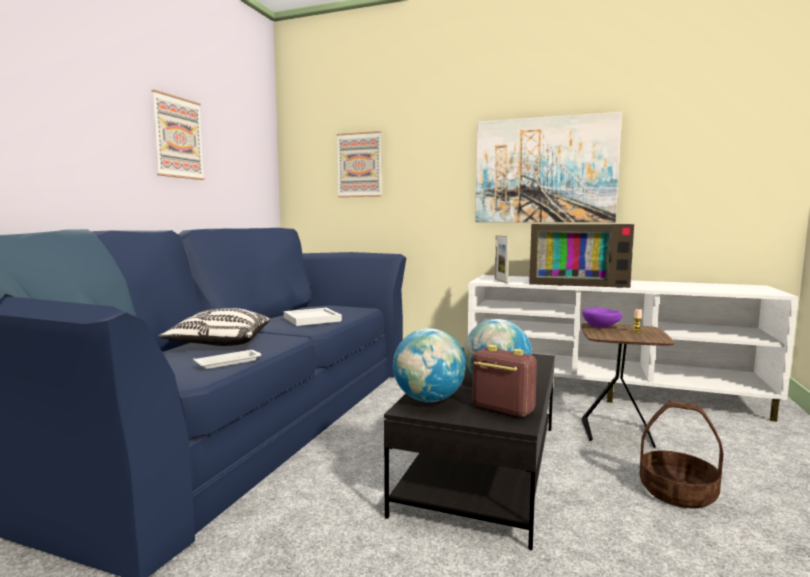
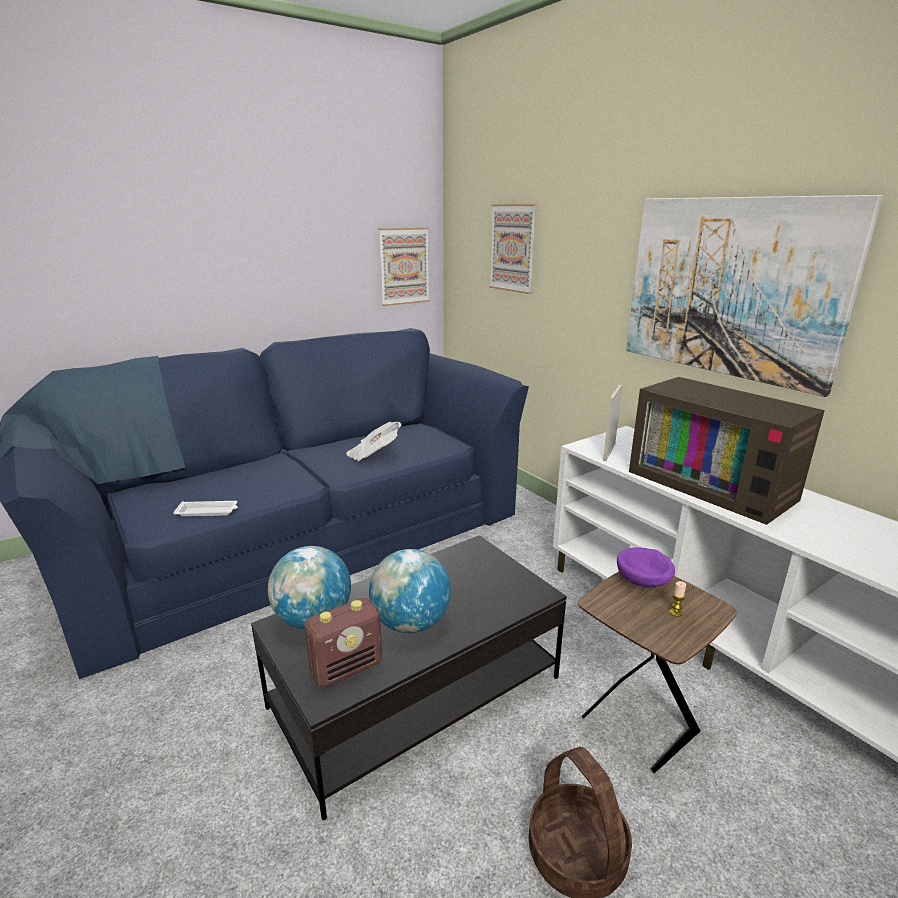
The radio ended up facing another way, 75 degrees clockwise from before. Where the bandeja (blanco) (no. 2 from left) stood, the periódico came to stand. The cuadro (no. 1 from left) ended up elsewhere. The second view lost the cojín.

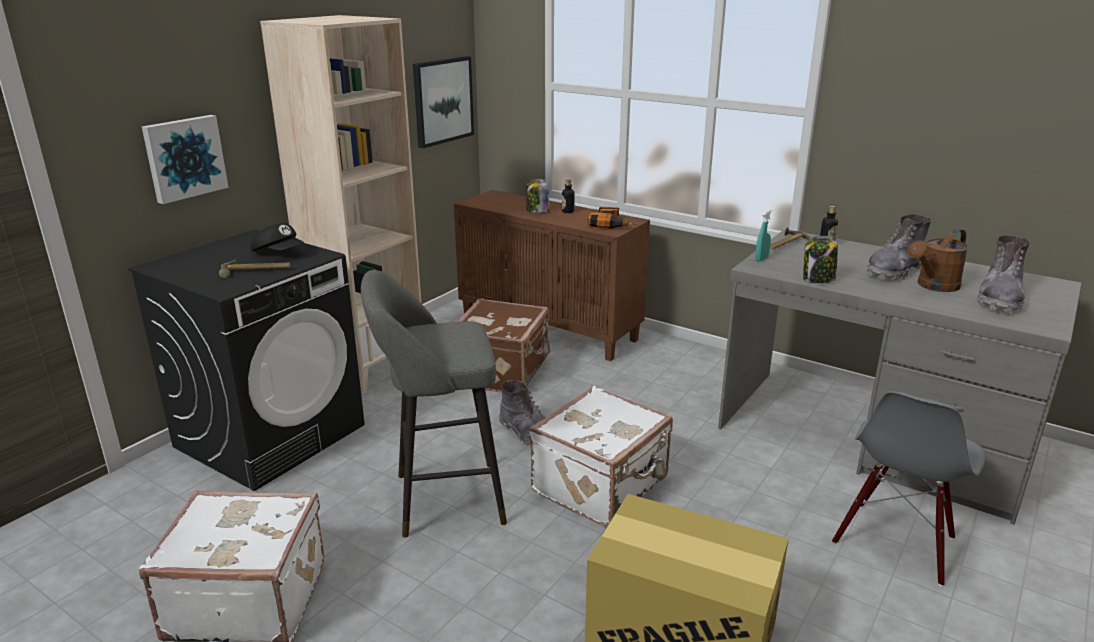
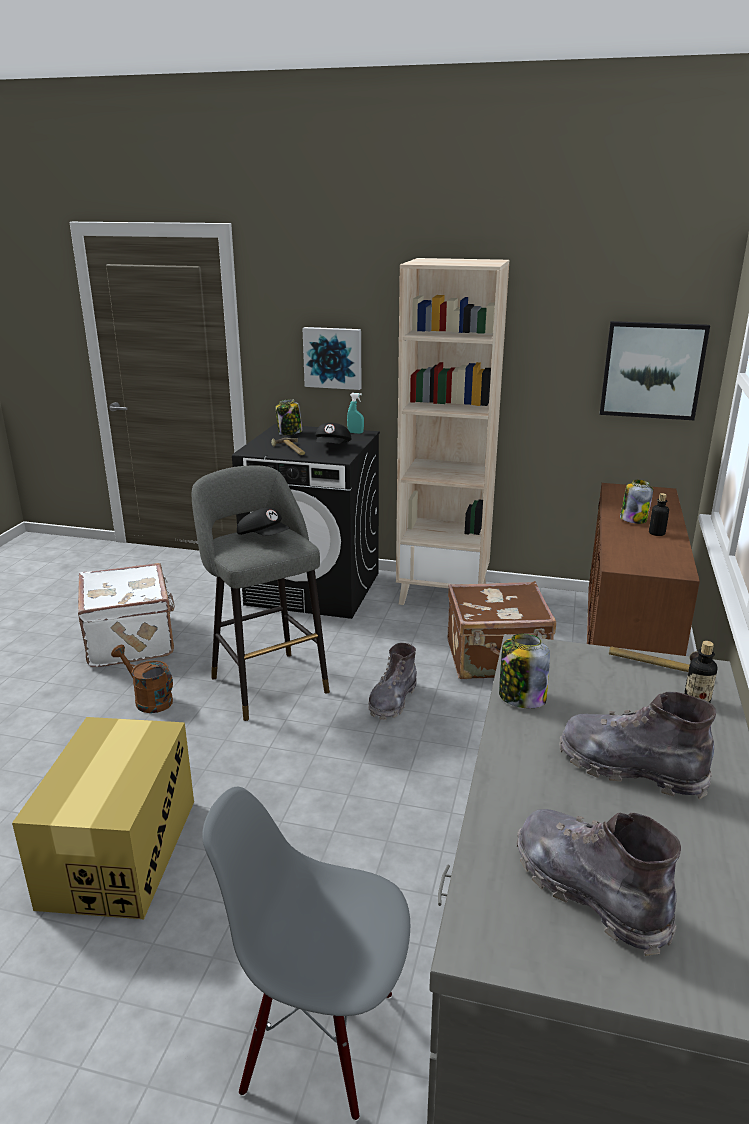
The regadera (marrón) ended up elsewhere. The second view gained the gorra (negro) (no. 1 from left). The second view gained the tarro (no. 1 from left). The pulverizador (turquesa) ended up elsewhere. The bota (gris) (no. 3 from left in the first image) ended up facing another way, 45 degrees clockwise from before. The second view lost the maleta (blanco) (no. 2 from left). The second view lost the taladro.

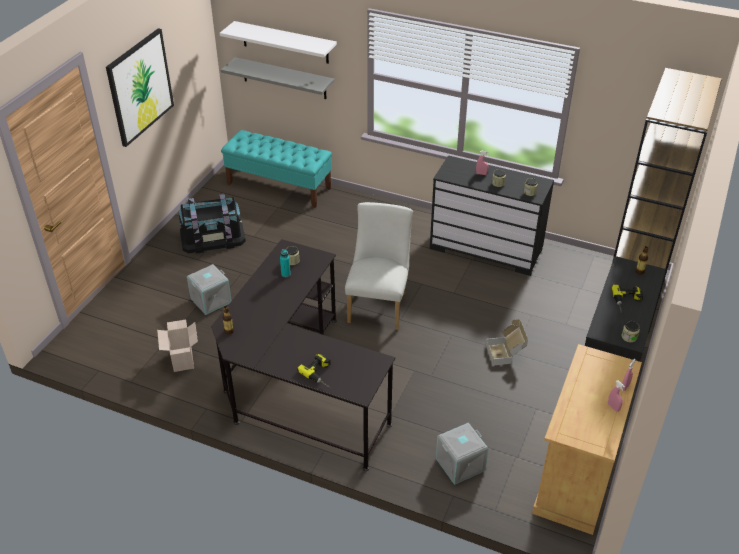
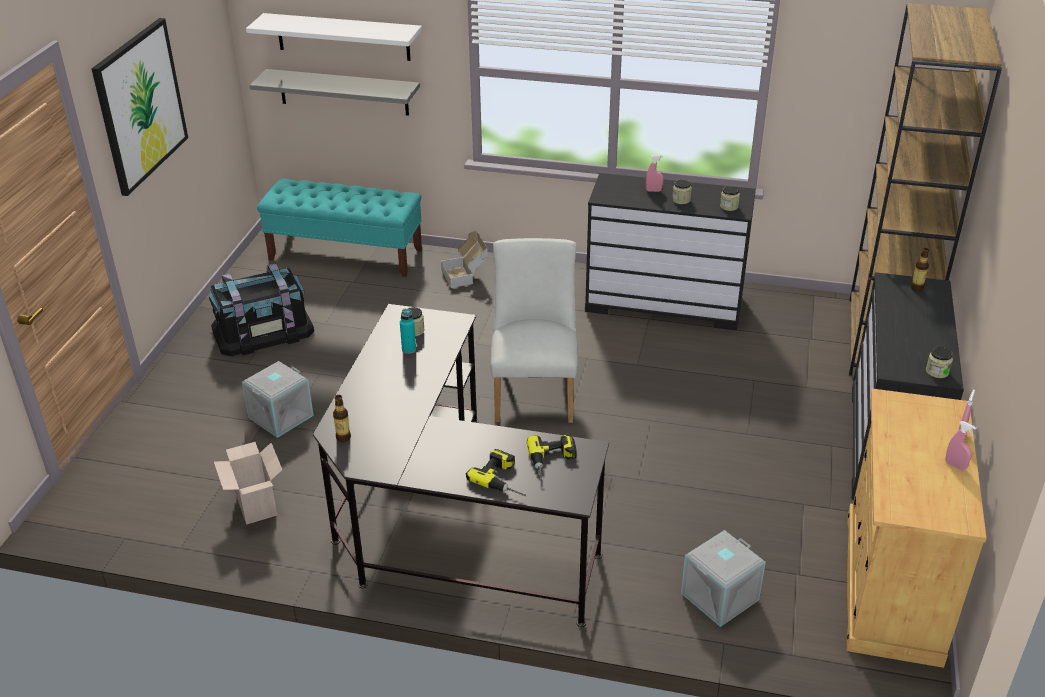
The caja de cartón (no. 2 from left) ended up elsewhere. The taladro (no. 2 from left) ended up elsewhere.

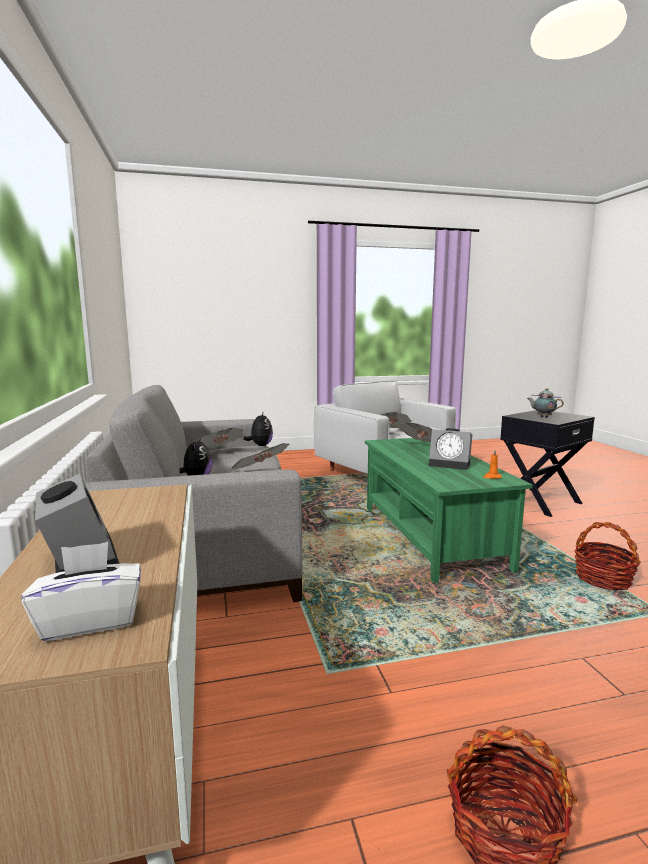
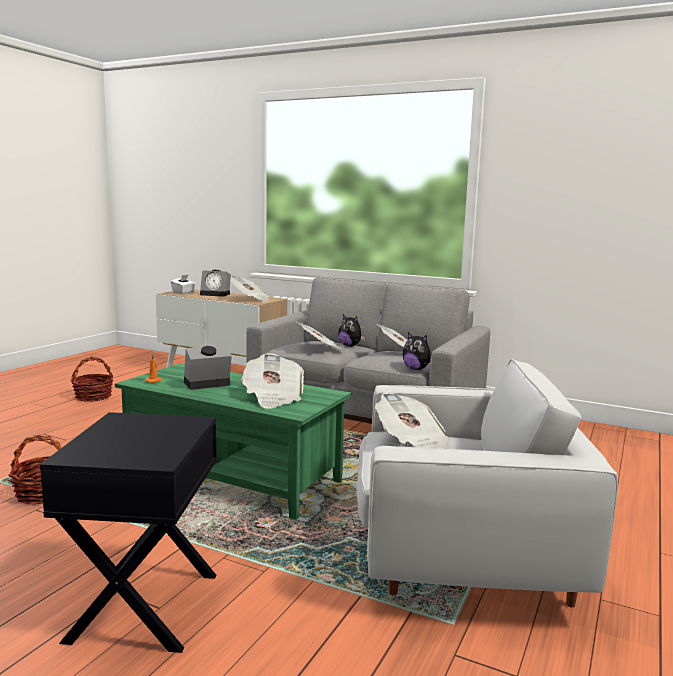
The second view gained the periódico (no. 1 from left). The second view lost the tetera.

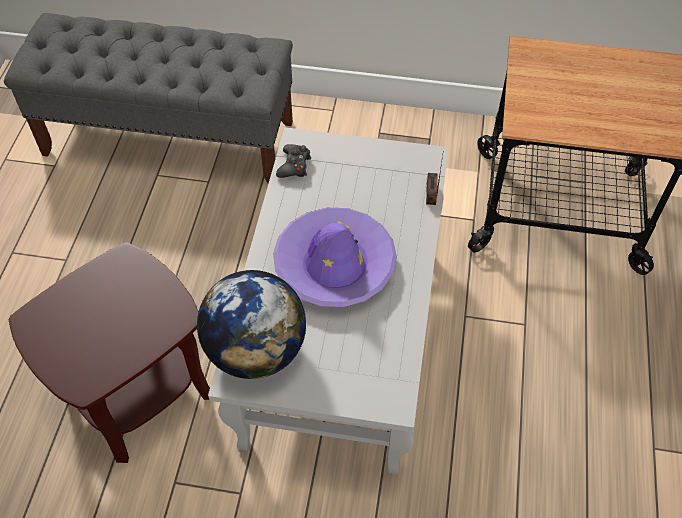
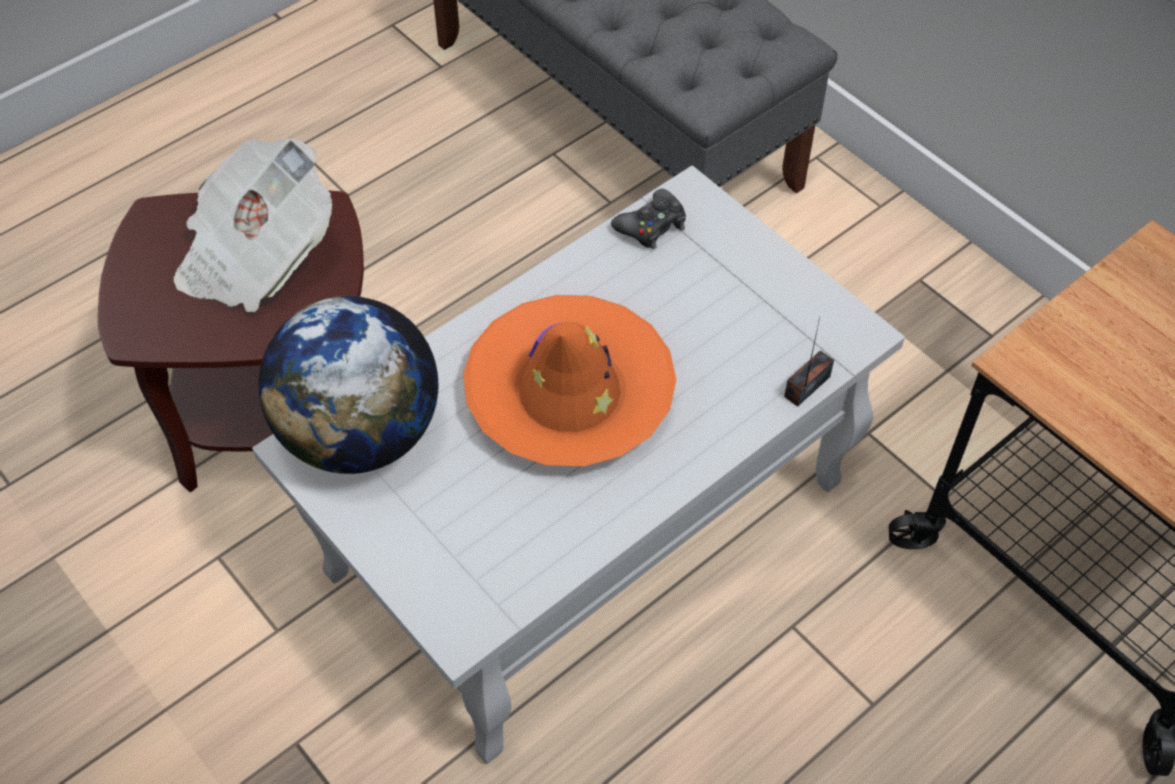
The second view gained the periódico. What was the sombrero (morado) turned into the sombrero (naranja).

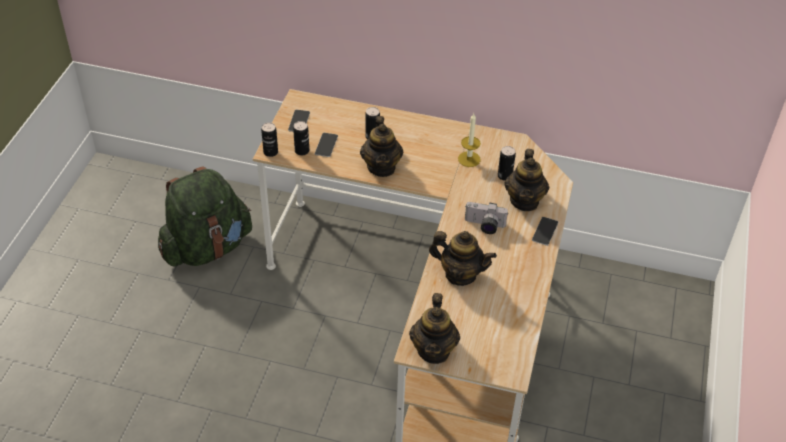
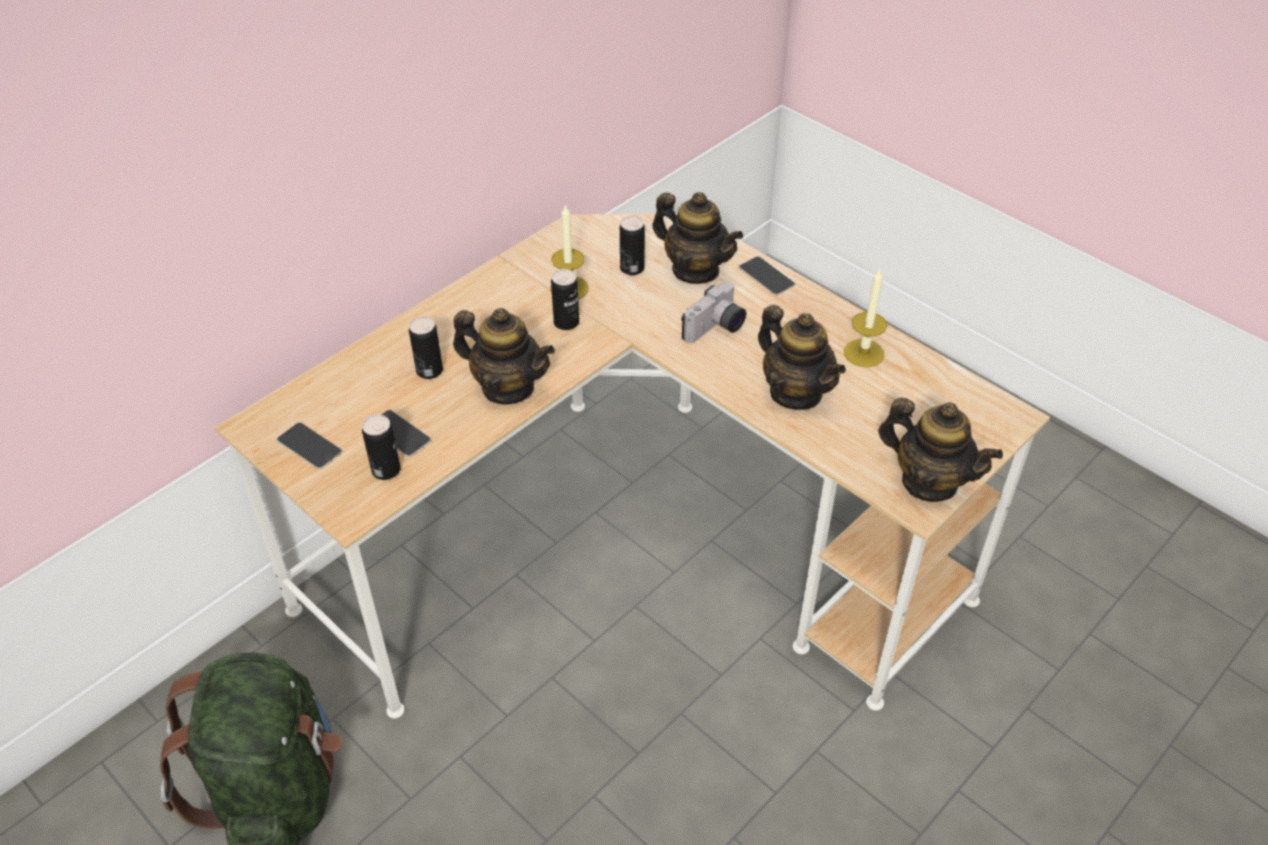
The lata (no. 1 from left in the first image) ended up elsewhere. The tetera (no. 3 from left) ended up facing another way, 90 degrees clockwise from before. The second view gained the vela (no. 2 from left).

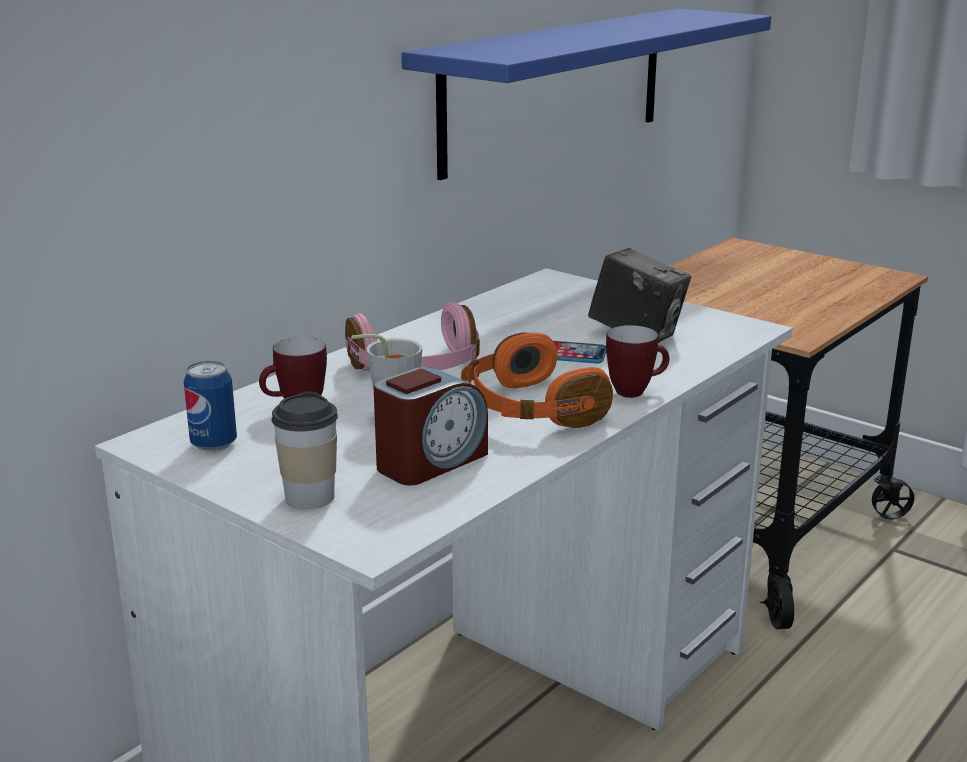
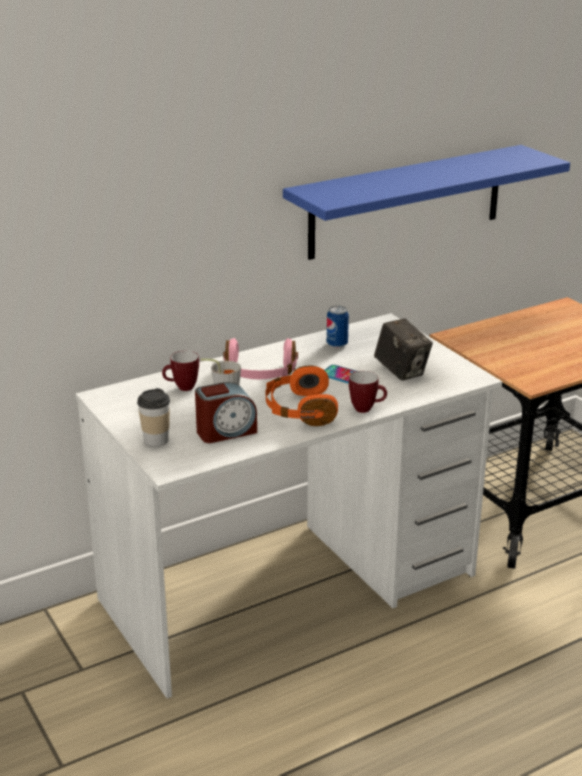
The lata ended up elsewhere.

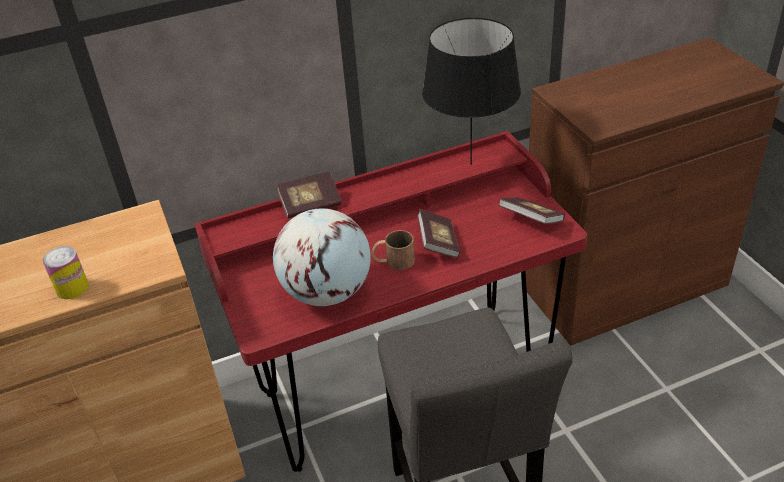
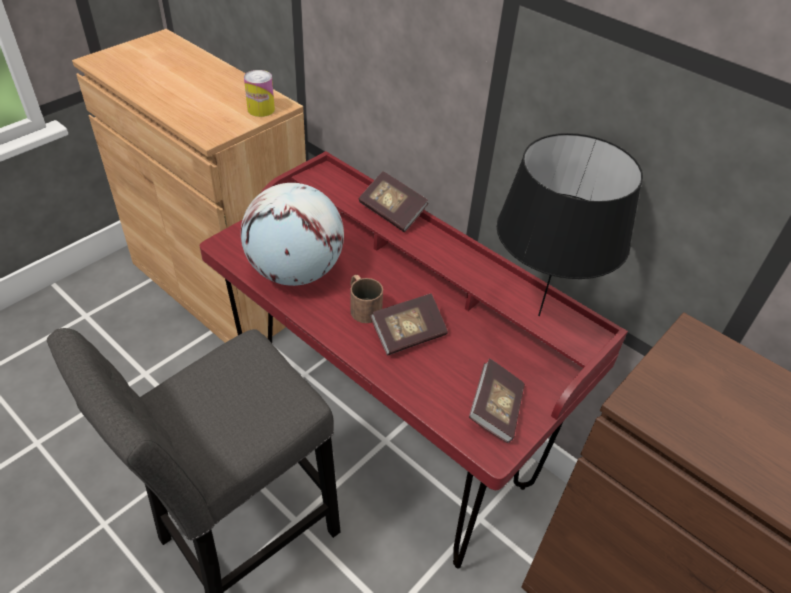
The lata ended up elsewhere.

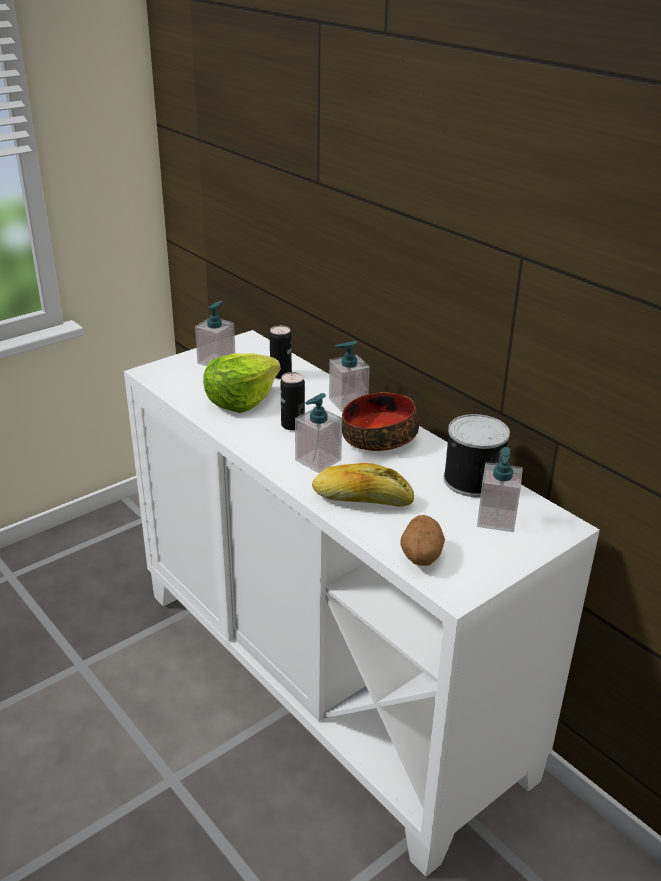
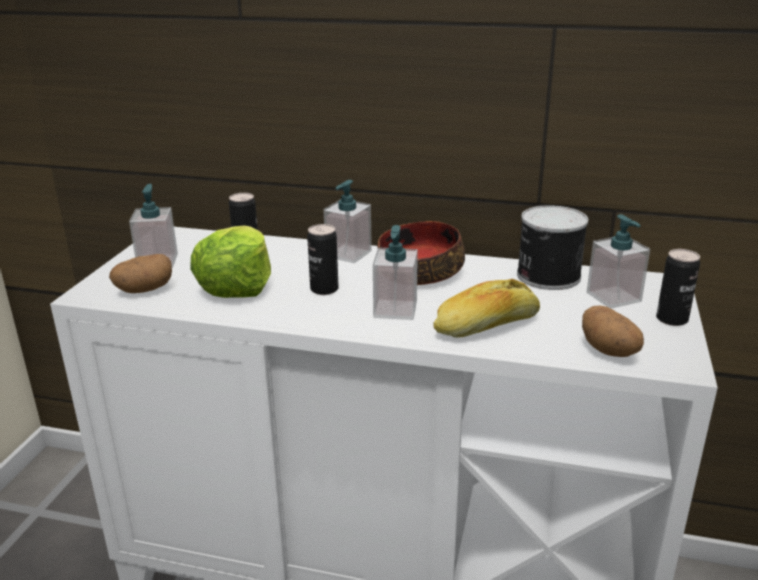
The second view gained the patata (no. 1 from left). The second view gained the lata (no. 4 from left).

